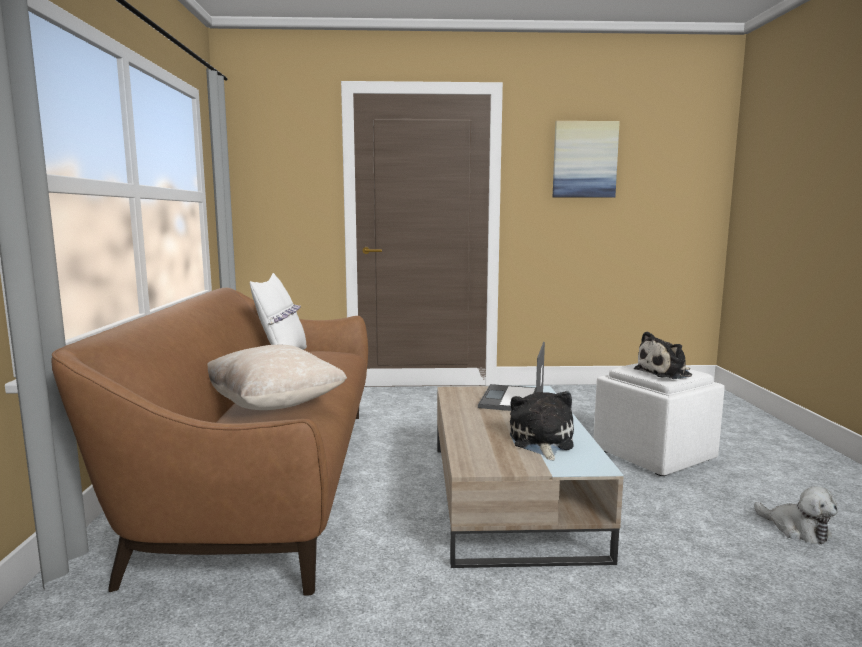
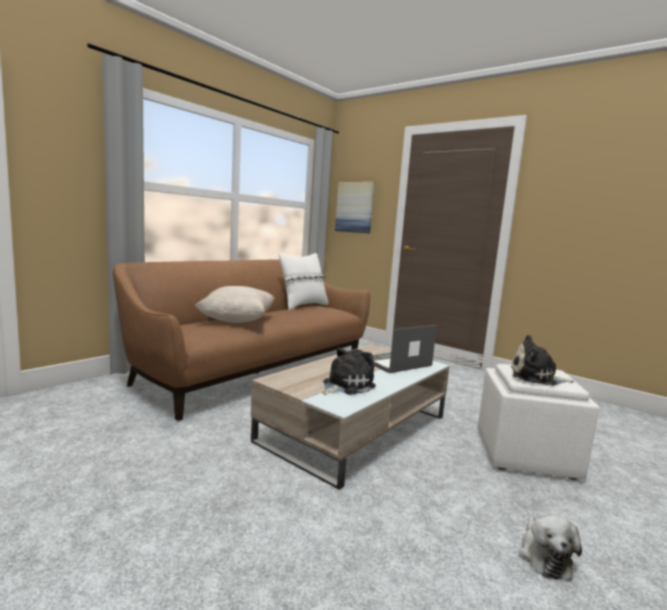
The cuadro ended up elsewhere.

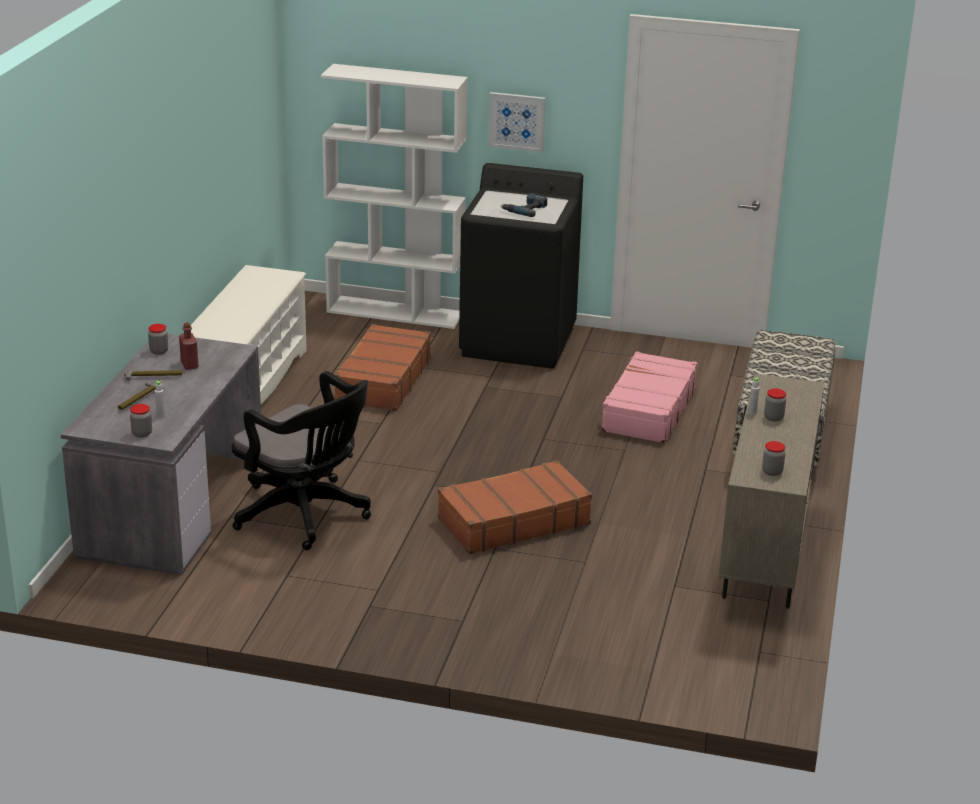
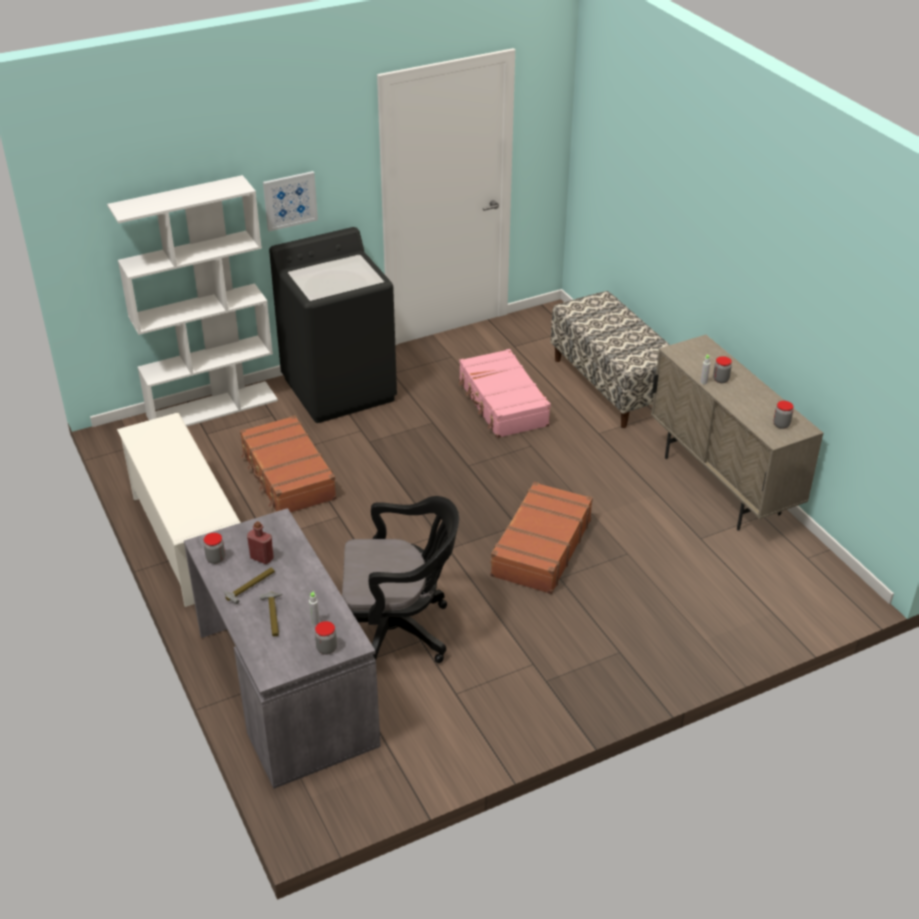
The second view lost the taladro.

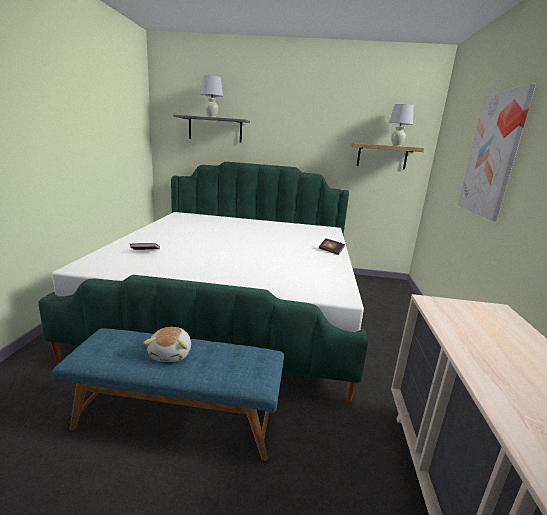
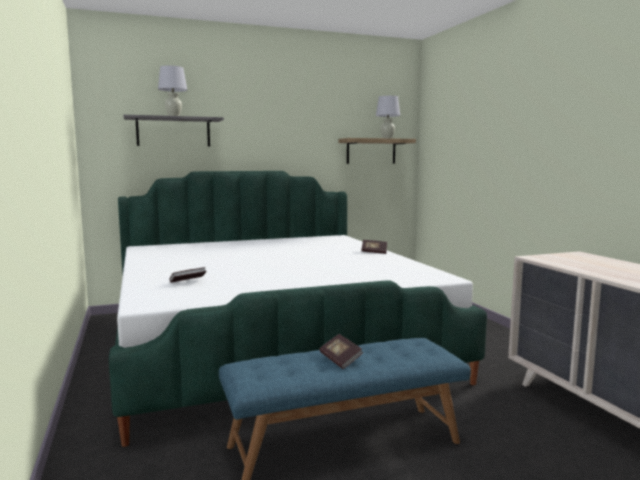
Where the peluche stood, the libro (no. 2 from left) came to stand. The second view lost the cuadro.

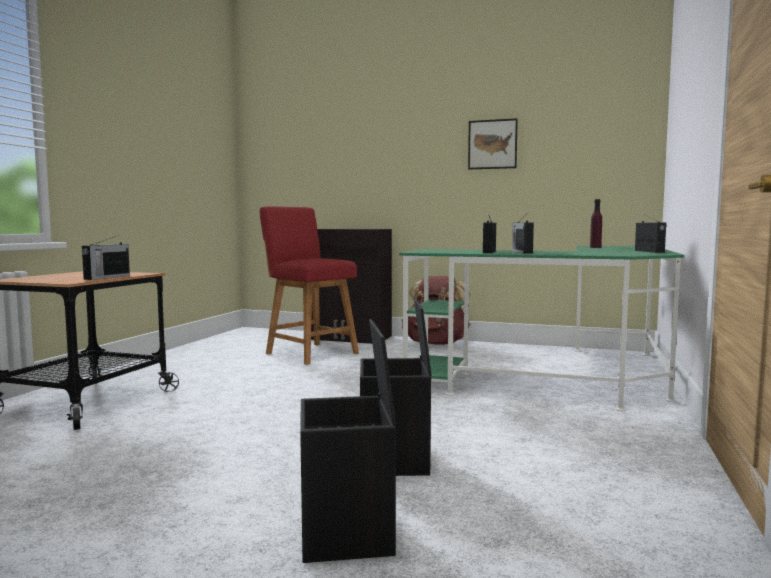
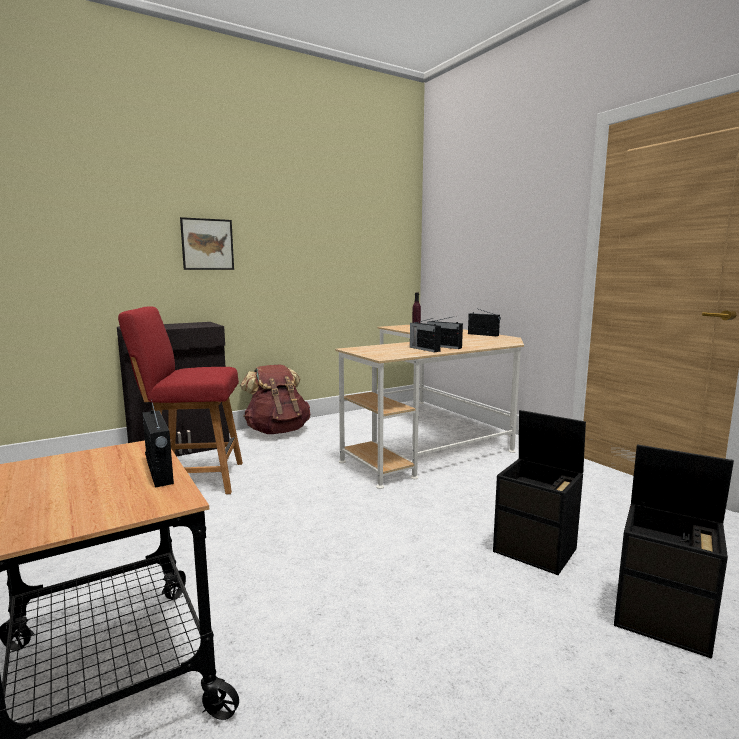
The cuadro ended up elsewhere. What was the escritorio (verde) turned into the escritorio (beis).

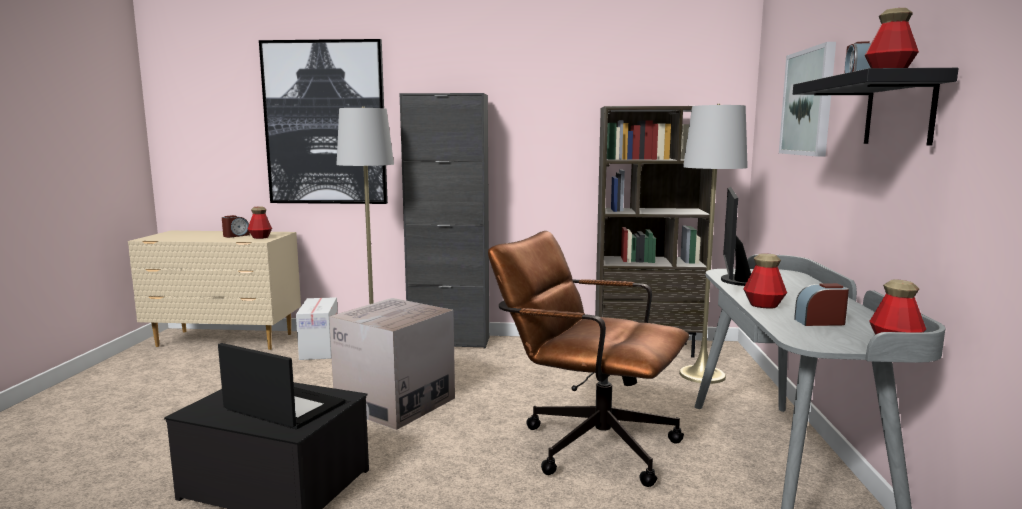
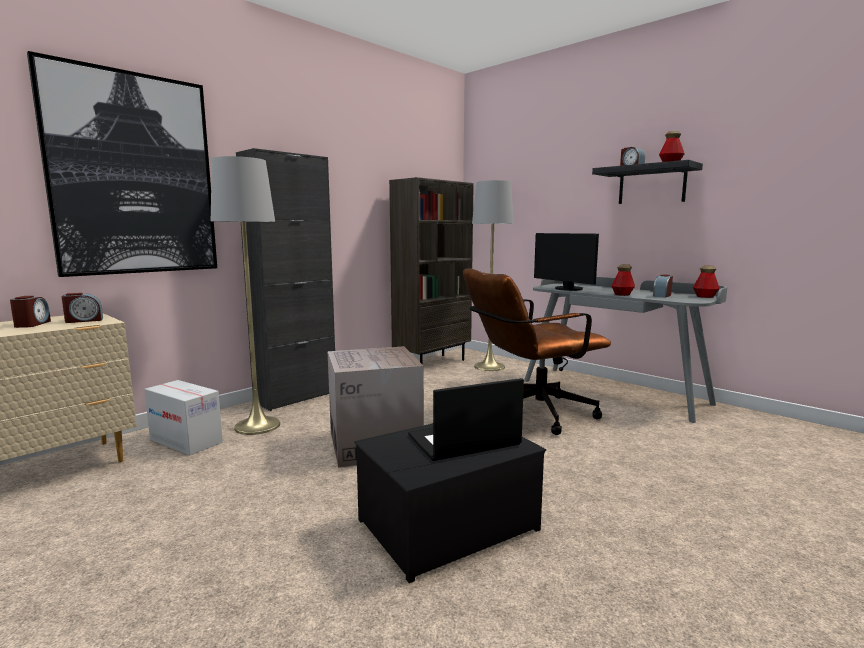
Where the botella (no. 1 from left) stood, the despertador (no. 2 from left) came to stand. The second view lost the cuadro (no. 2 from left).

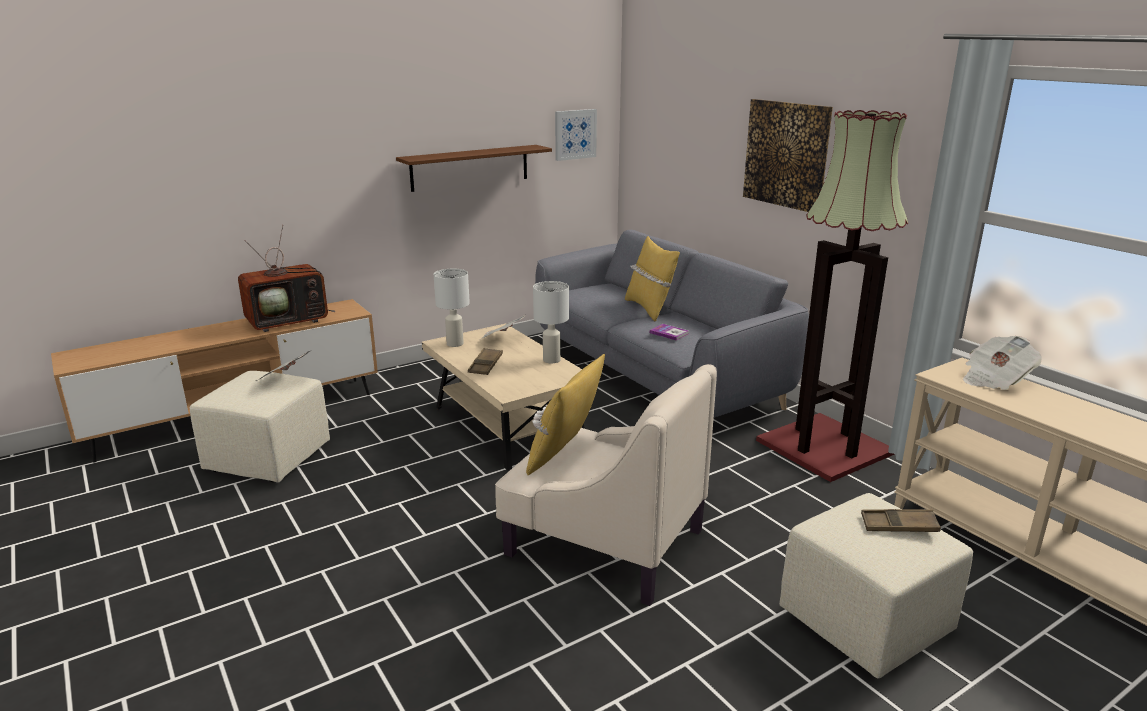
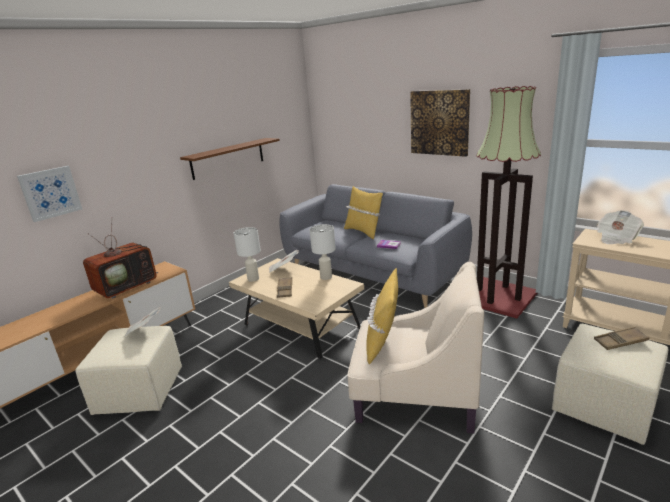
The cuadro (no. 1 from left) ended up elsewhere.

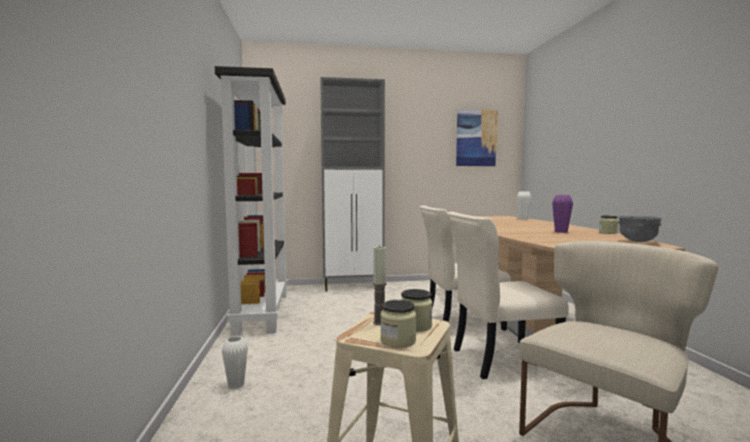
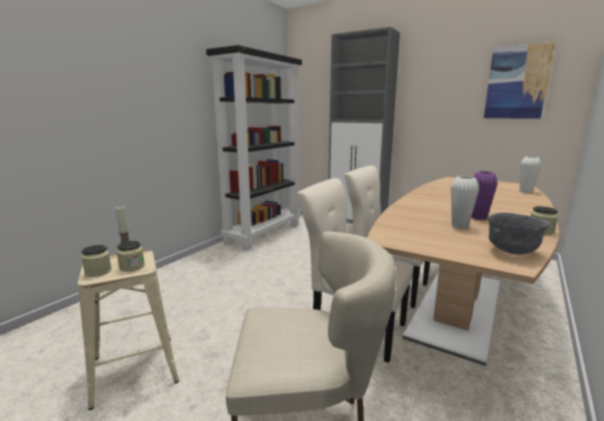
The florero (blanco) (no. 1 from left) ended up elsewhere.

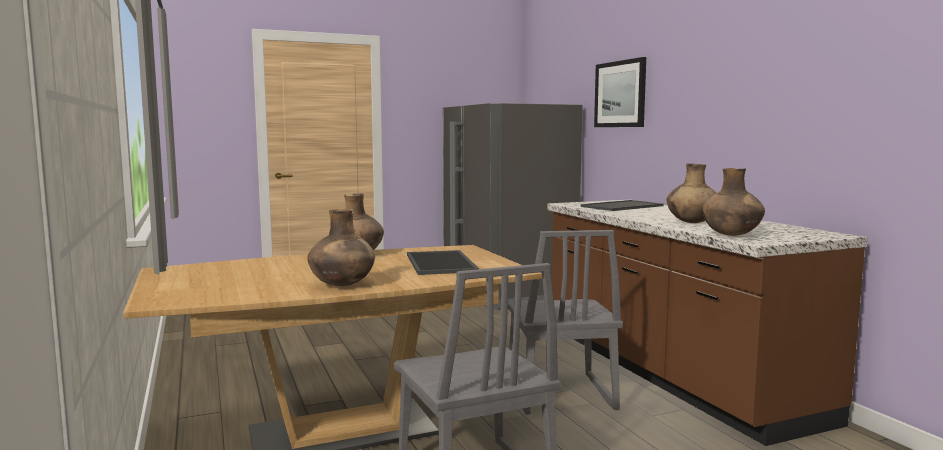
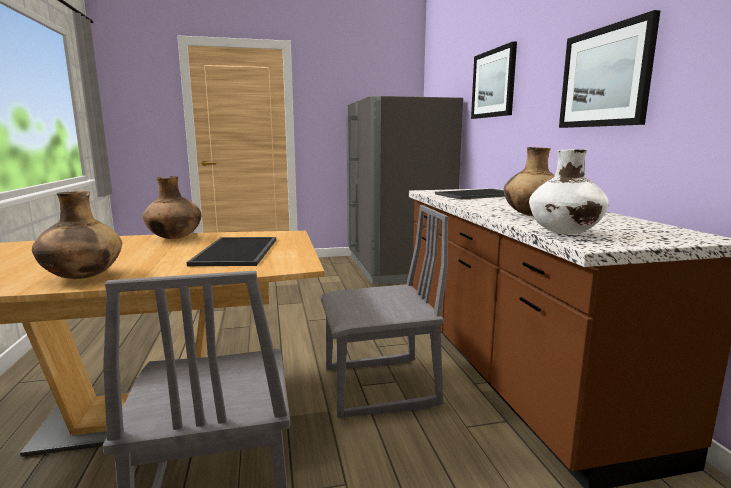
The silla (gris) (no. 2 from left) ended up facing another way, 105 degrees counterclockwise from before. What was the florero (marrón) (no. 4 from left) turned into the florero (blanco). The second view gained the cuadro (no. 2 from left).

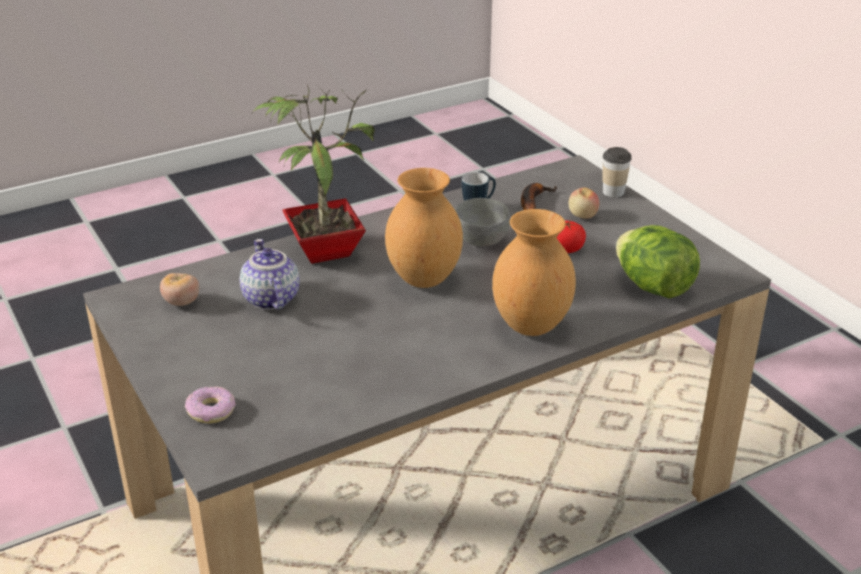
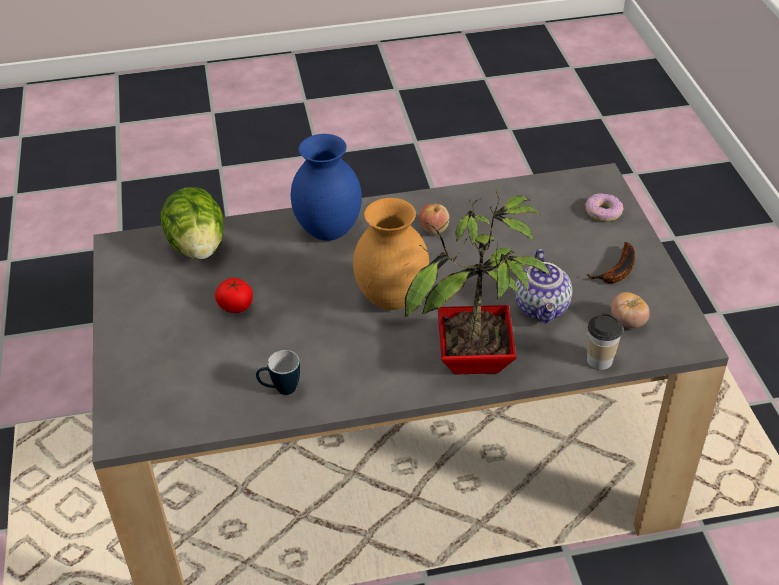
What was the florero (marrón) (no. 2 from left) turned into the florero (azul). The manzana ended up elsewhere. The plátano ended up elsewhere. The taza ended up elsewhere. The second view lost the cuenco (gris).

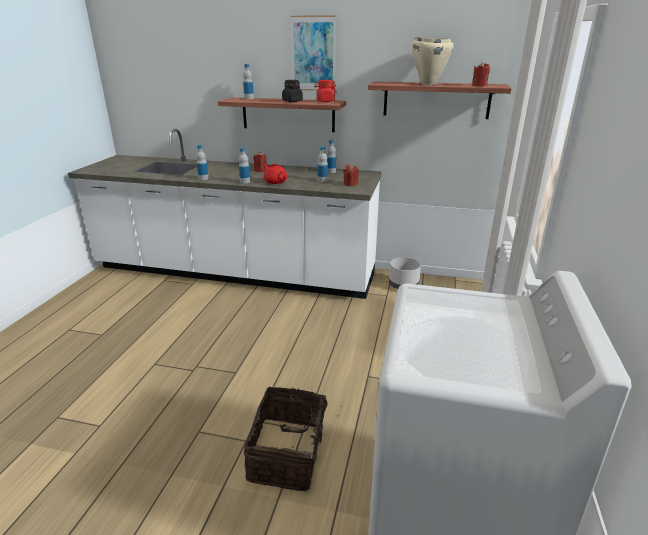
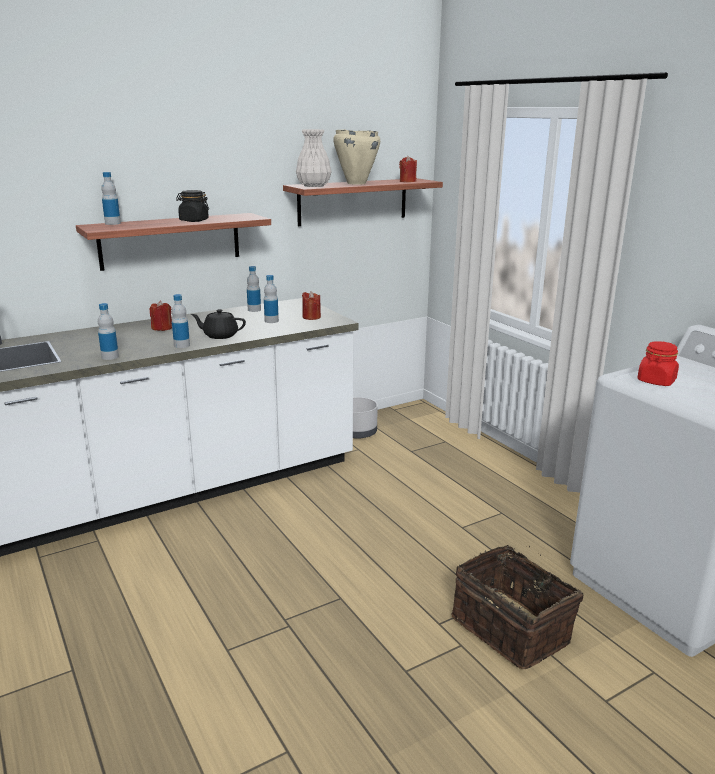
What was the tetera (rojo) turned into the tetera (negro). The second view gained the florero (blanco). The tarro (rojo) ended up elsewhere. The second view lost the cuadro.

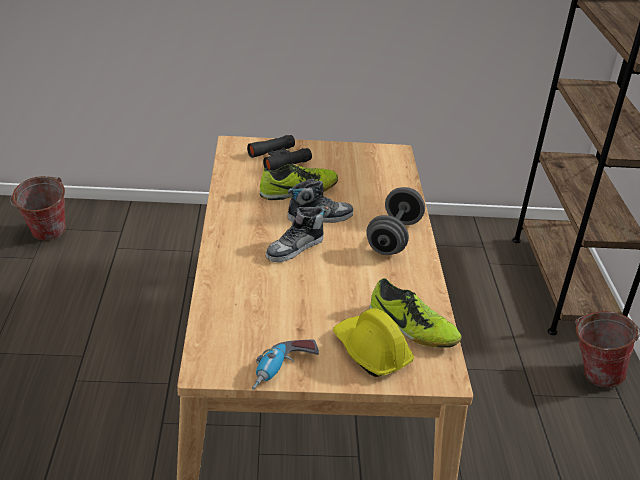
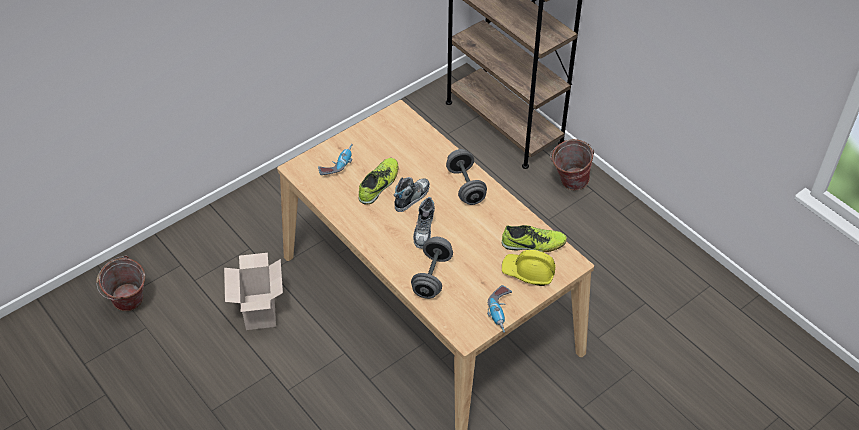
The second view gained the caja de cartón. Where the prismáticos (negro) stood, the taladro (no. 1 from left) came to stand. The second view gained the mancuerna (gris) (no. 1 from left).

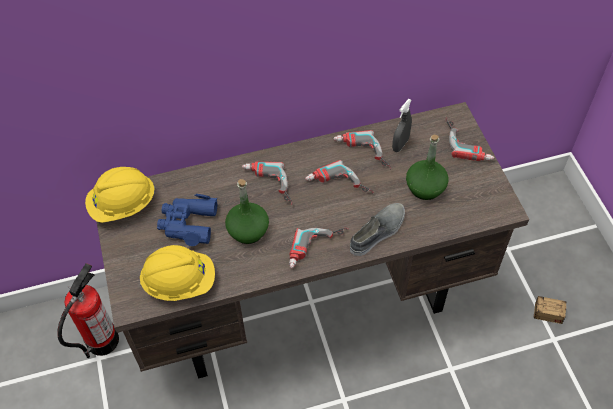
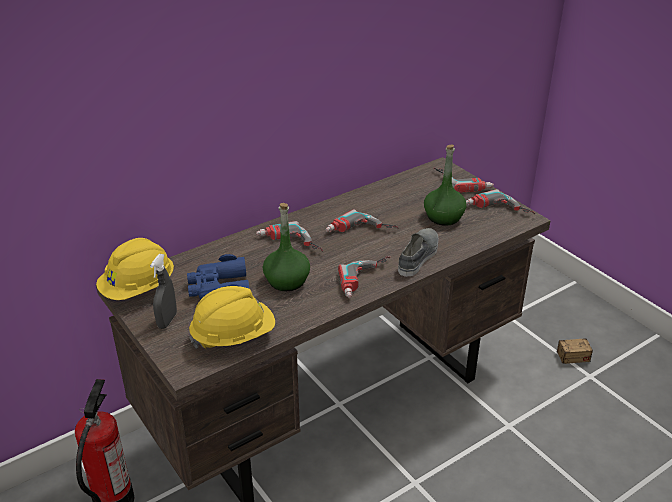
The pulverizador (gris) ended up elsewhere. The taladro (no. 4 from left in the first image) ended up elsewhere.

